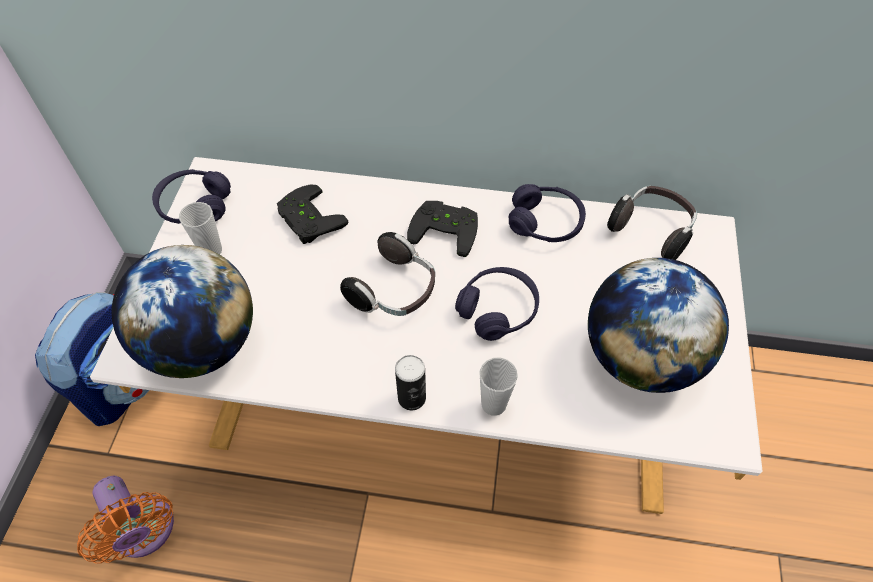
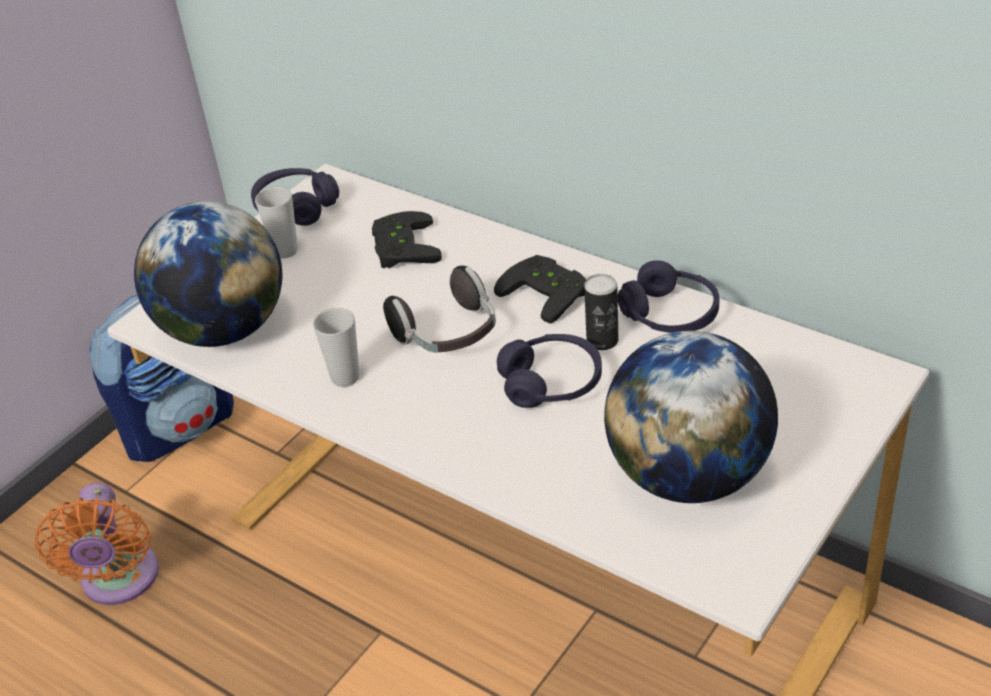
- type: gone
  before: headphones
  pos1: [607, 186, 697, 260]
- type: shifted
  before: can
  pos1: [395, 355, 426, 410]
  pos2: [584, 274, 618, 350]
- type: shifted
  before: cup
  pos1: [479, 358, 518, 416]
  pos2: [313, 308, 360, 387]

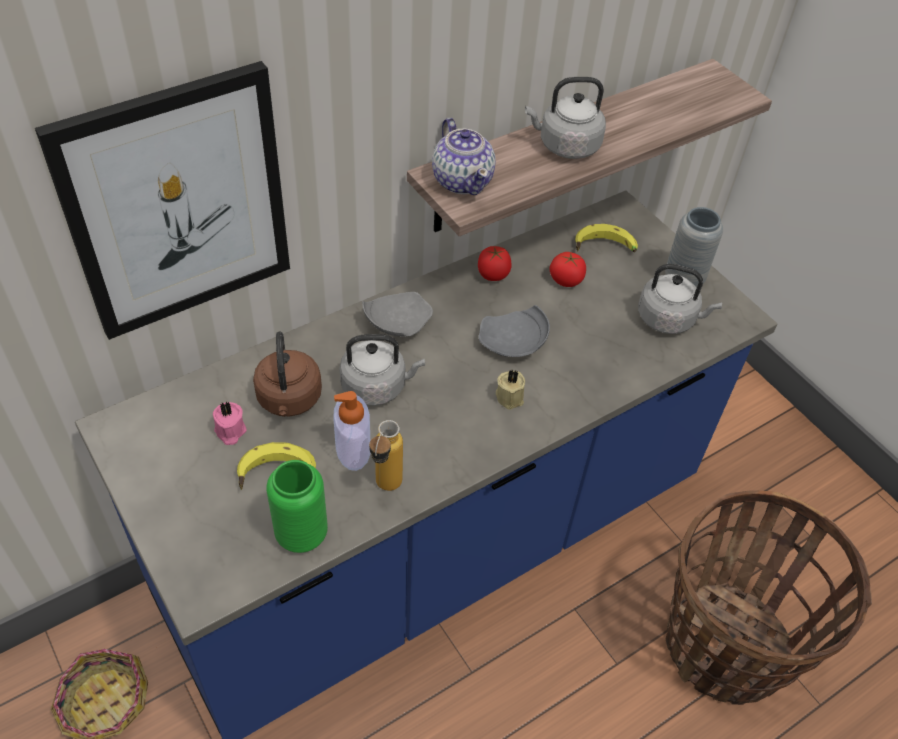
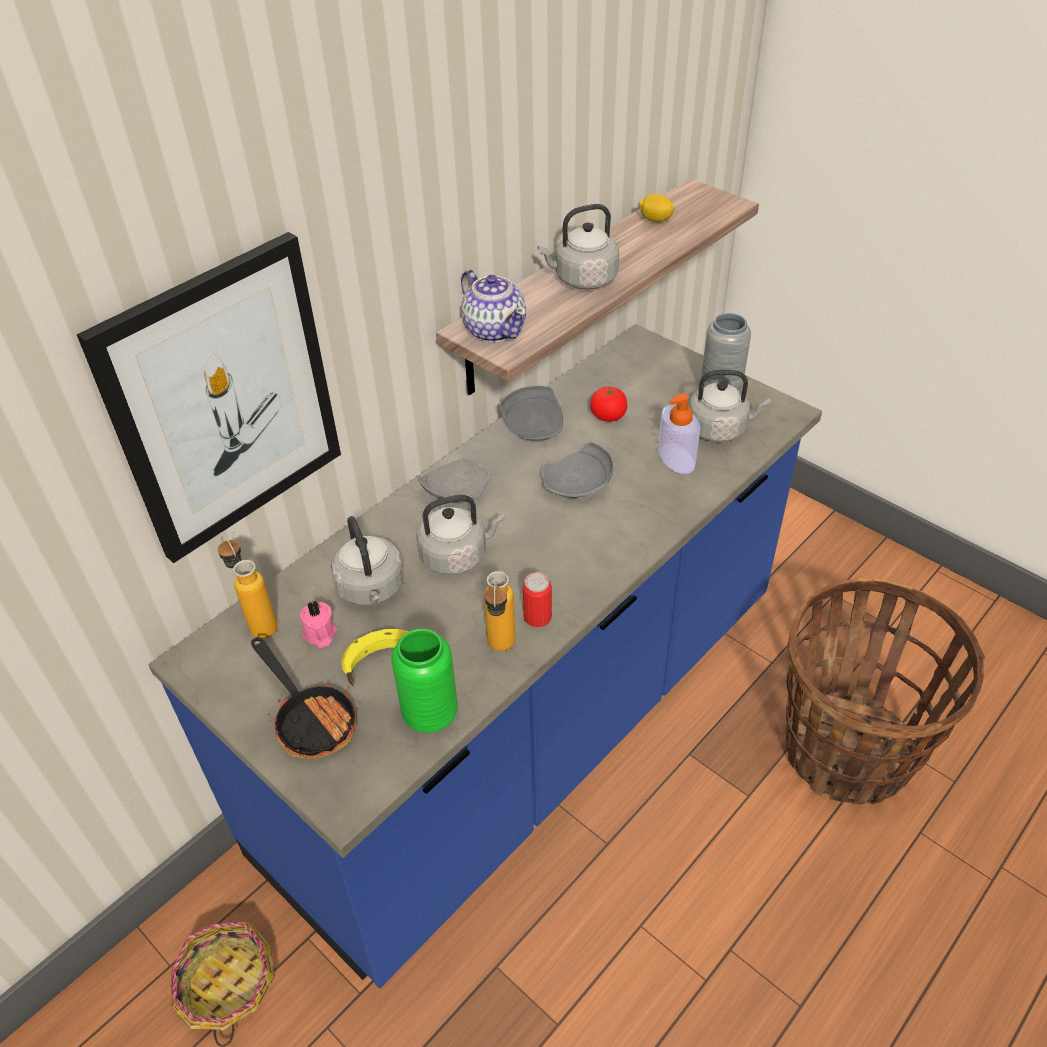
- type: gone
  before: beige candle
  pos1: [496, 370, 525, 410]
- type: gone
  before: banana
  pos1: [575, 224, 638, 252]
- type: new
  after: bottle
  pos2: [218, 536, 278, 639]
- type: new
  after: frying pan
  pos2: [251, 637, 359, 759]
- type: new
  after: can
  pos2: [523, 572, 552, 627]
- type: new
  after: lemon
  pos2: [638, 194, 675, 222]
- type: shifted
  before: soap dispenser
  pos1: [333, 391, 370, 471]
  pos2: [658, 394, 700, 474]
- type: swapped
  before: tomato
  after: grey plate
  pos1: [478, 246, 512, 281]
  pos2: [500, 386, 563, 442]
- type: repainted
  before: brown kettle
  after: grey kettle
  pos1: [253, 331, 322, 417]
  pos2: [331, 516, 404, 606]

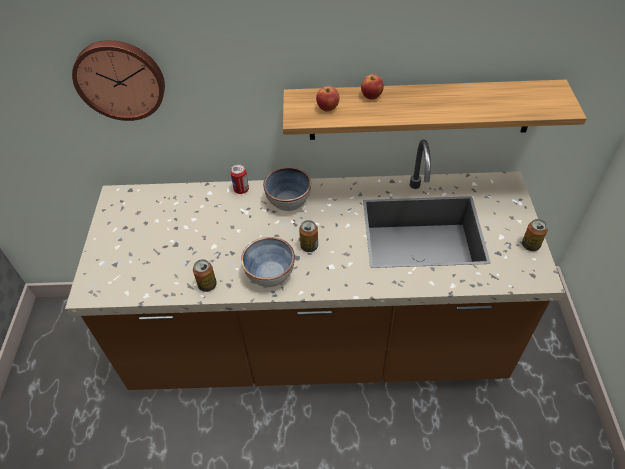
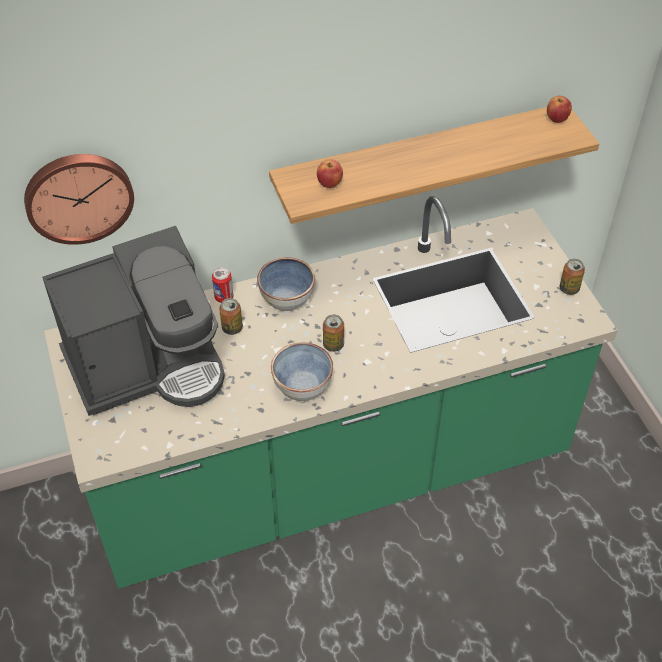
- type: new
  after: coffee machine
  pos2: [42, 226, 225, 416]
- type: shifted
  before: can
  pos1: [193, 259, 217, 292]
  pos2: [219, 298, 243, 335]
- type: shifted
  before: apple
  pos1: [361, 74, 384, 100]
  pos2: [547, 96, 572, 123]
- type: repainted
  before: brown counter
  after: green counter
  pos1: [65, 139, 565, 390]
  pos2: [44, 196, 618, 588]

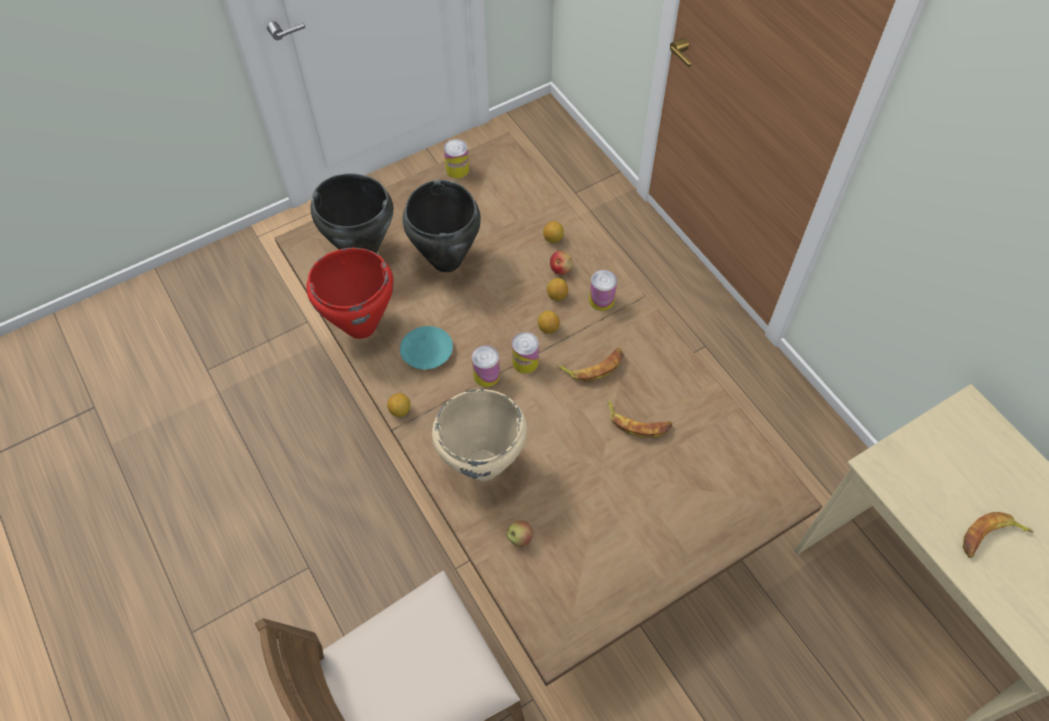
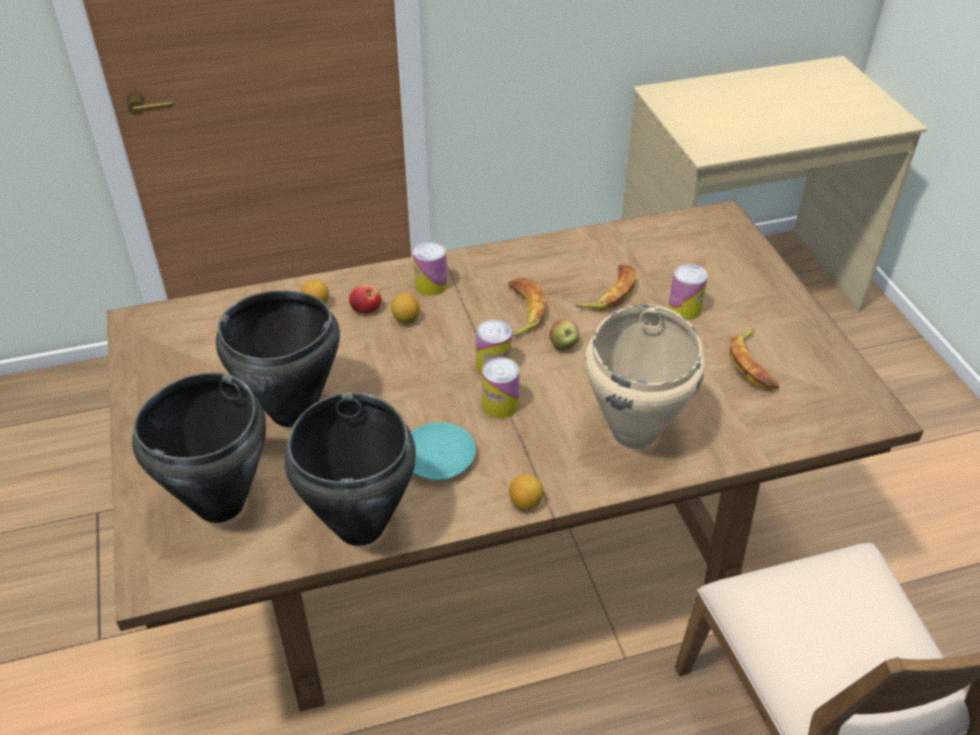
- type: gone
  before: lemon
  pos1: [538, 311, 560, 334]
- type: shifted
  before: can
  pos1: [444, 139, 469, 178]
  pos2: [668, 264, 708, 320]
- type: shifted
  before: apple
  pos1: [507, 520, 533, 547]
  pos2: [549, 319, 579, 351]
- type: shifted
  before: banana
  pos1: [963, 512, 1034, 558]
  pos2: [730, 327, 780, 390]
- type: repainted
  before: red cooking pot
  after: black cooking pot
  pos1: [306, 248, 394, 339]
  pos2: [284, 392, 416, 546]

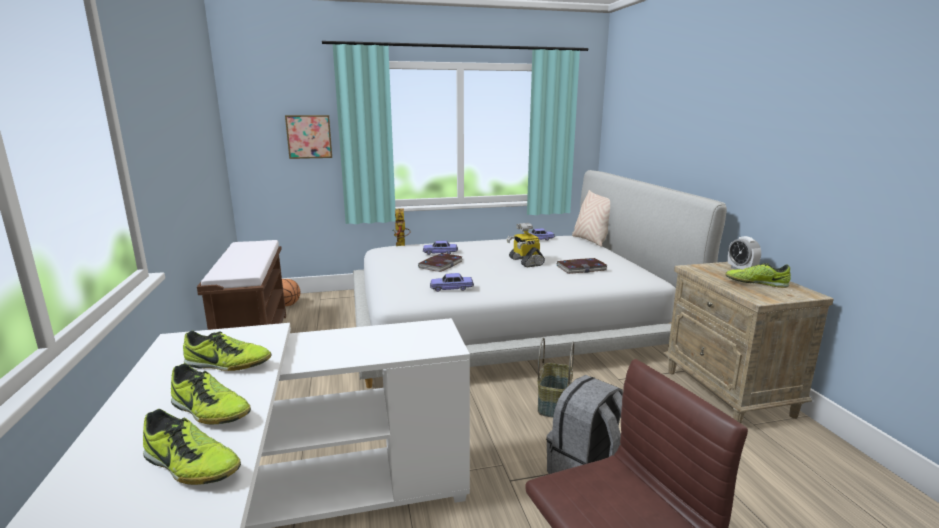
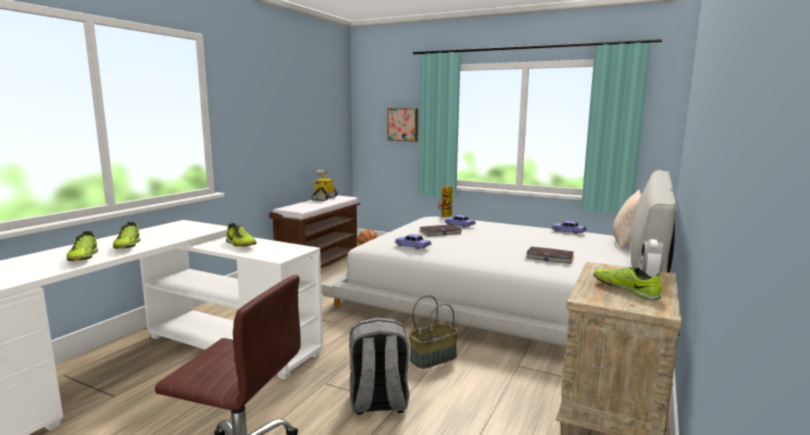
- type: shifted
  before: shoe
  pos1: [183, 331, 272, 371]
  pos2: [226, 223, 256, 247]
- type: shifted
  before: toy robot
  pos1: [507, 223, 545, 268]
  pos2: [309, 170, 338, 201]

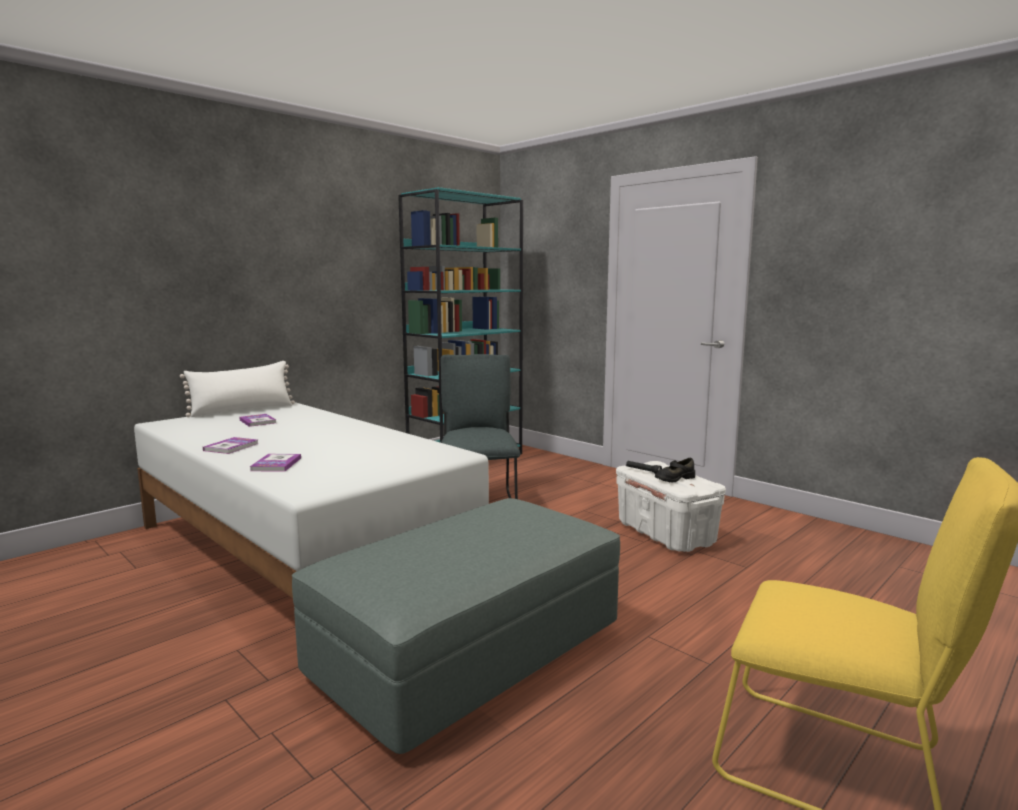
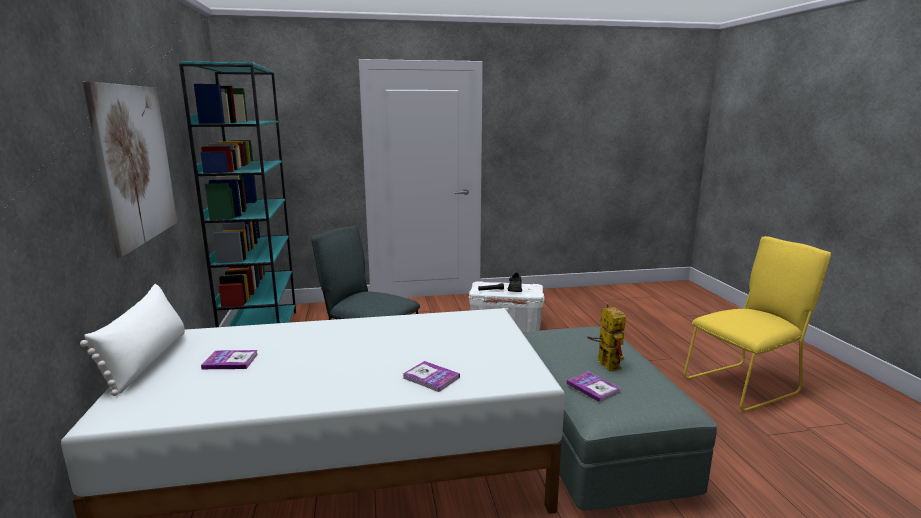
- type: new
  after: picture
  pos2: [83, 81, 177, 257]
- type: new
  after: toy robot
  pos2: [587, 303, 626, 371]
- type: shifted
  before: book
  pos1: [203, 437, 258, 454]
  pos2: [567, 372, 621, 402]

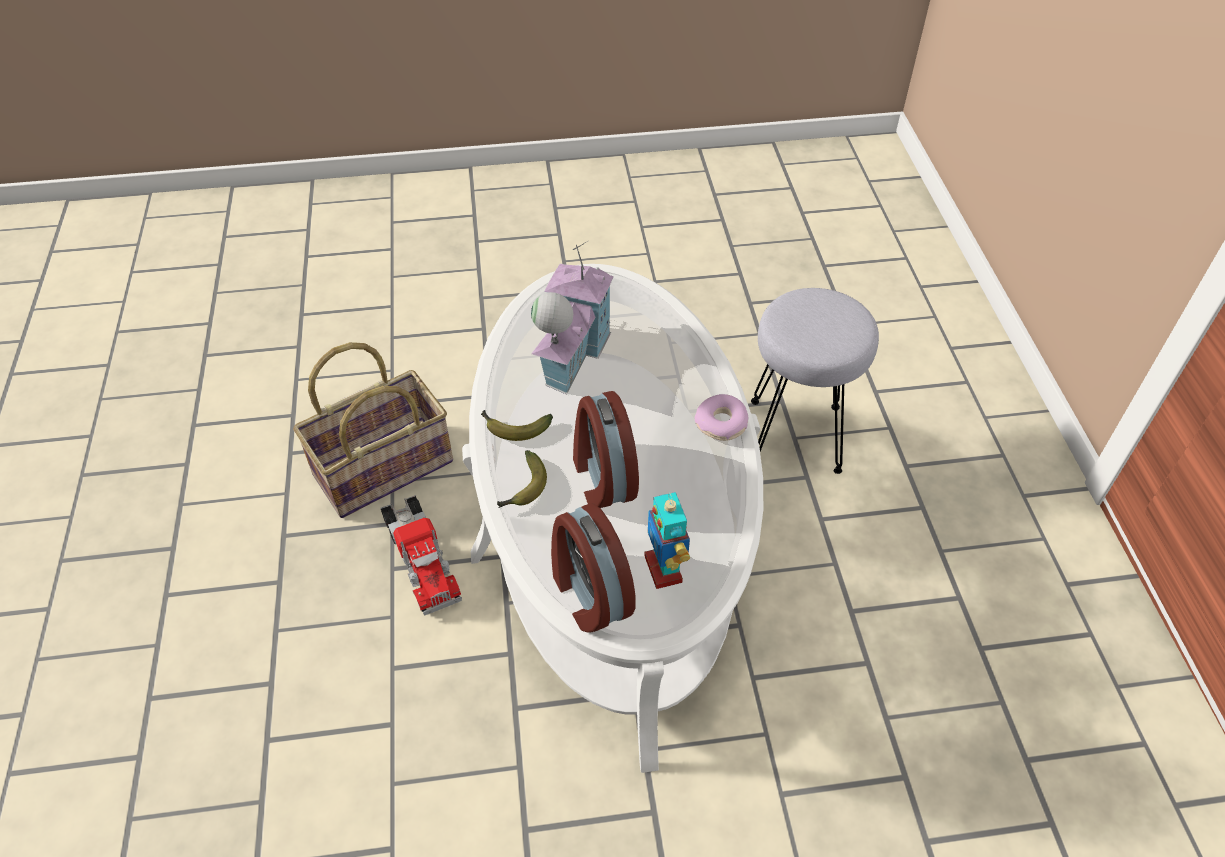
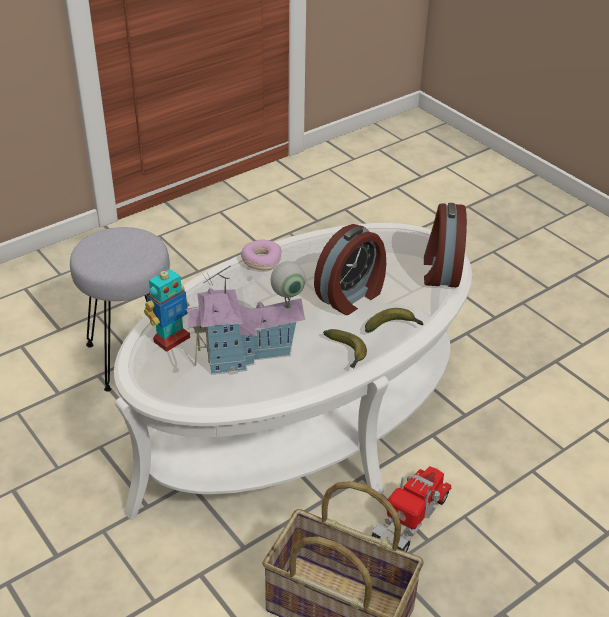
- type: shifted
  before: toy robot
  pos1: [644, 492, 690, 589]
  pos2: [144, 266, 190, 352]
- type: rotated
  before: alarm clock
  pos1: [551, 503, 636, 633]
  pos2: [424, 203, 467, 287]
  turn: 150

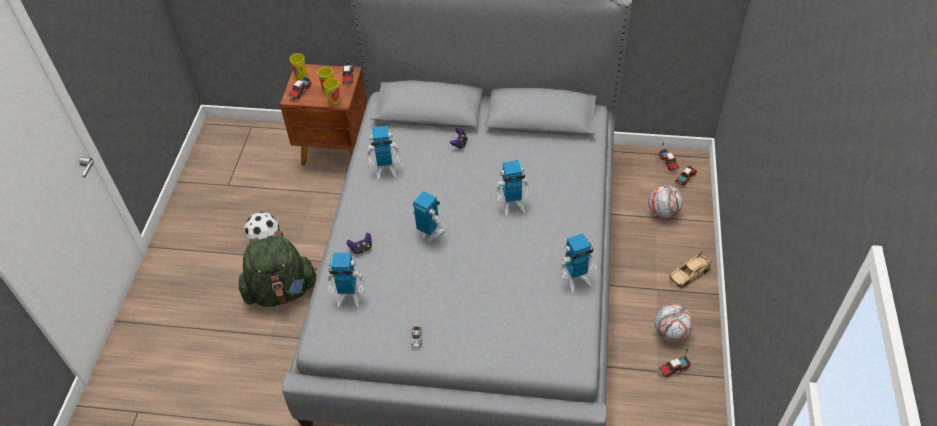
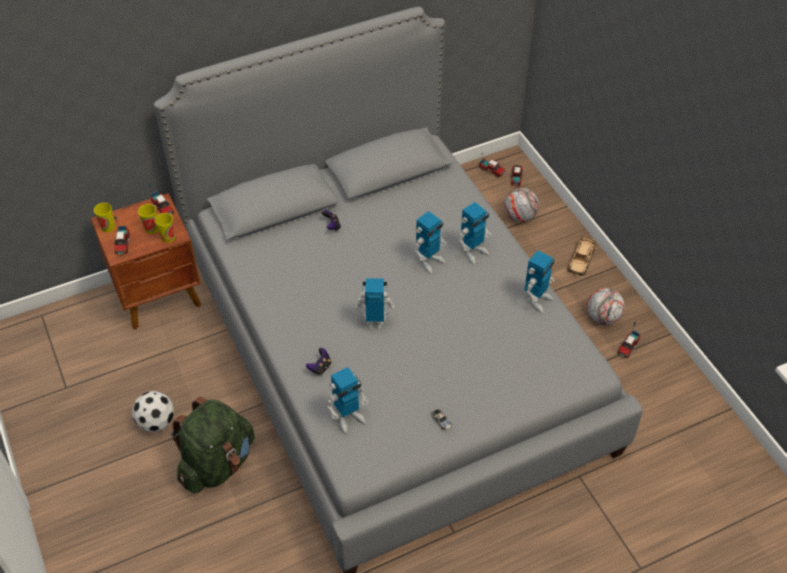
- type: shifted
  before: toy robot
  pos1: [366, 126, 401, 181]
  pos2: [459, 202, 491, 264]

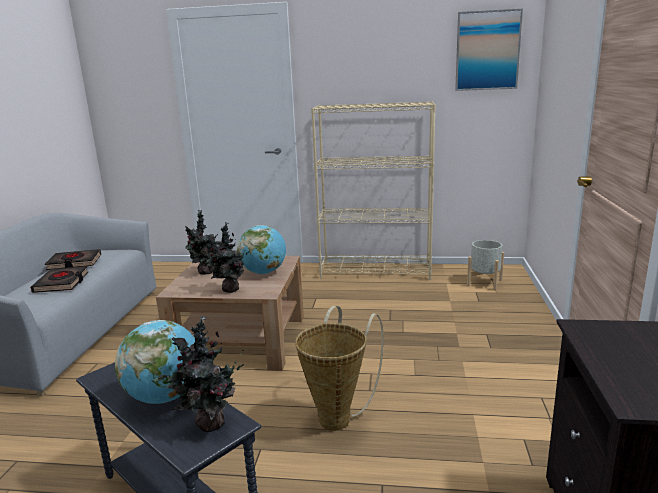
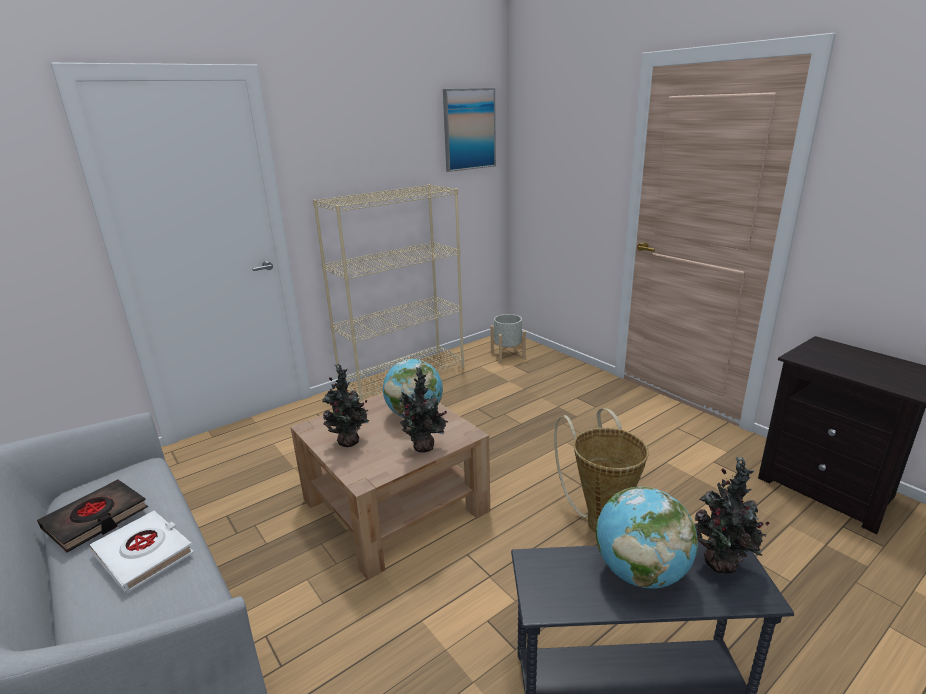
- type: repainted
  before: black book
  after: white book
  pos1: [30, 266, 89, 293]
  pos2: [89, 511, 194, 593]

